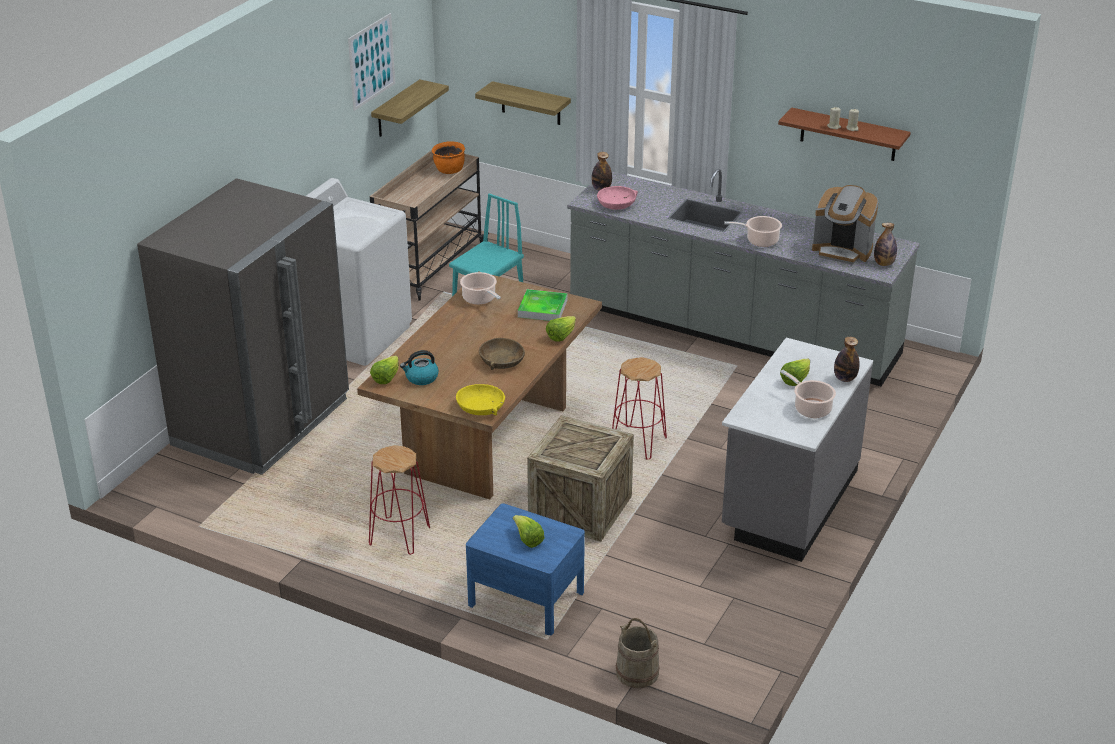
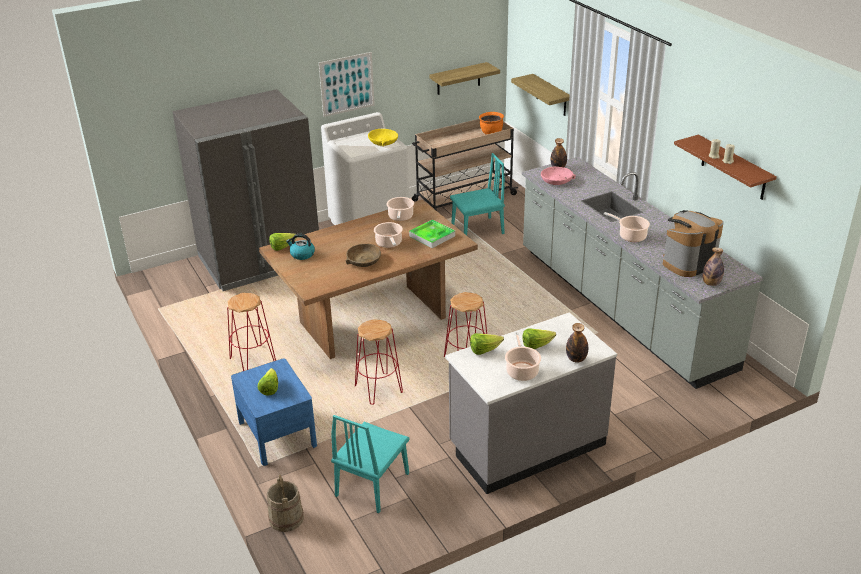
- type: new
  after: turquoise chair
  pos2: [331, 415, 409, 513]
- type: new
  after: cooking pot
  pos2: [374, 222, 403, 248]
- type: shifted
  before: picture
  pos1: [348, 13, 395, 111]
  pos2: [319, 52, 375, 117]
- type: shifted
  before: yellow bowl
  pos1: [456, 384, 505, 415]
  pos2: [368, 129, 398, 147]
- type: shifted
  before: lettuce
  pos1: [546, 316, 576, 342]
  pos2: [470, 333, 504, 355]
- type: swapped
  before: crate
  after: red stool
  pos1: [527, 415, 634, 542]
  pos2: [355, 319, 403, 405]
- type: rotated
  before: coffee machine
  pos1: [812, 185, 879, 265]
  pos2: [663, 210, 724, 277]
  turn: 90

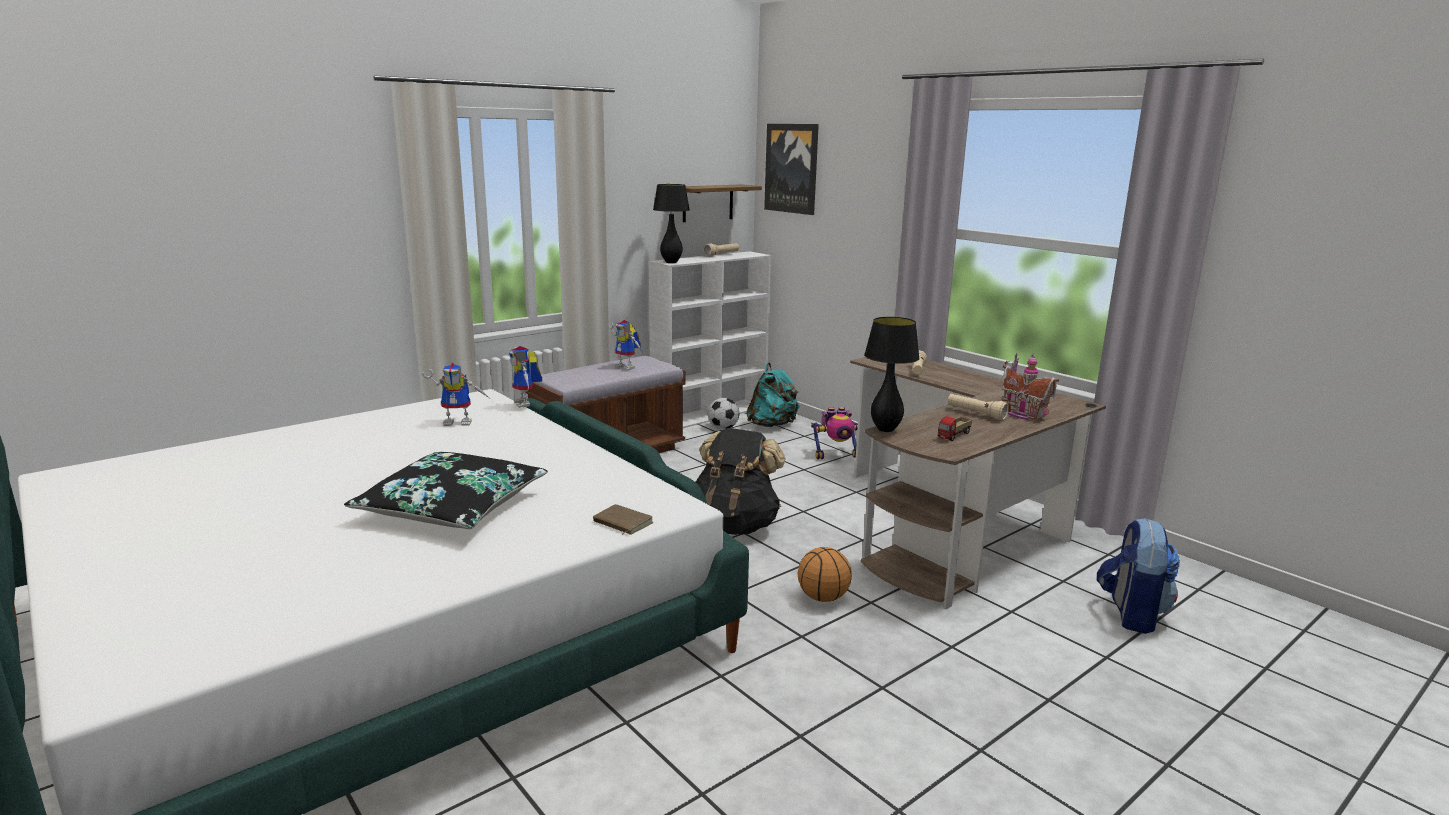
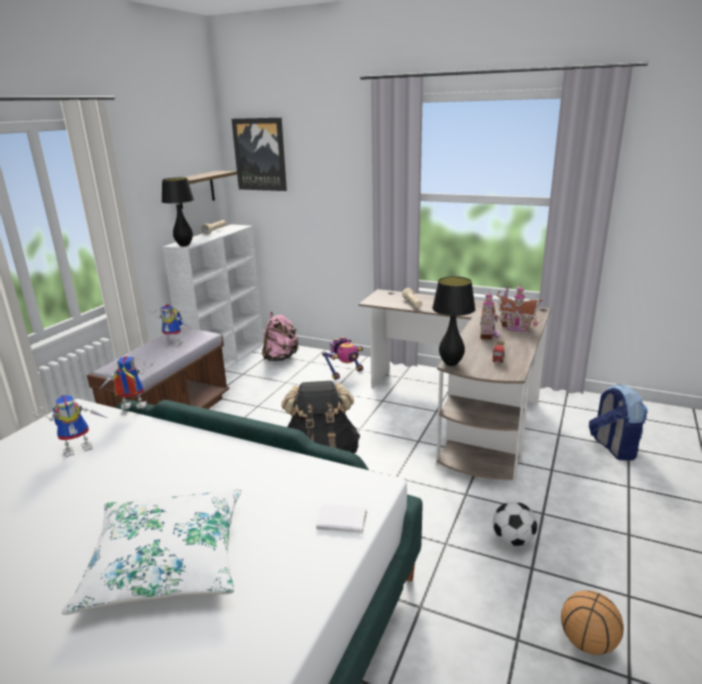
- type: shifted
  before: football
  pos1: [708, 398, 739, 429]
  pos2: [493, 501, 537, 546]
- type: shifted
  before: basketball
  pos1: [798, 547, 852, 602]
  pos2: [561, 590, 624, 655]
- type: swapped
  before: beige flashlight
  after: toy house
  pos1: [947, 394, 1009, 421]
  pos2: [480, 290, 500, 339]
- type: repainted
  before: black pillow
  after: white pillow
  pos1: [344, 452, 548, 529]
  pos2: [61, 489, 241, 615]
- type: repainted
  before: brown book
  after: white book
  pos1: [593, 504, 653, 535]
  pos2: [316, 504, 367, 538]
- type: repainted
  before: turquoise backpack
  after: pink backpack
  pos1: [746, 363, 800, 427]
  pos2: [262, 311, 299, 361]
- type: rotated
  before: toy robot
  pos1: [509, 346, 542, 408]
  pos2: [100, 357, 153, 410]
  turn: 135

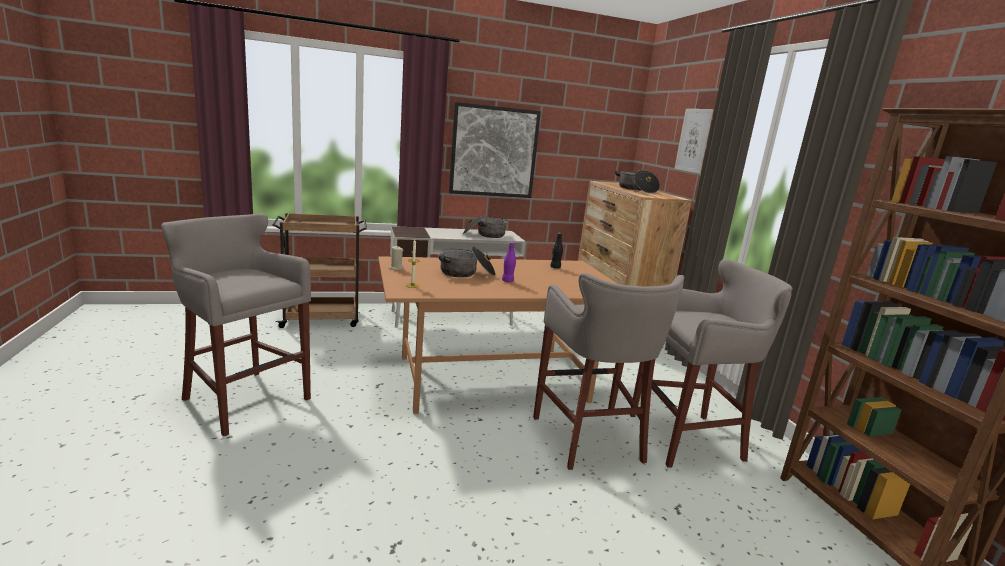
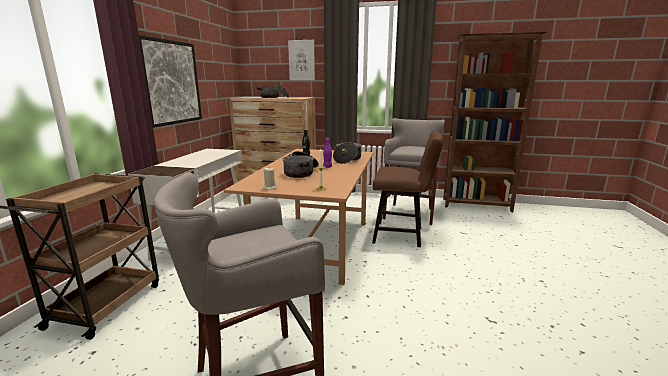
- type: shifted
  before: cooking pot
  pos1: [463, 216, 507, 238]
  pos2: [333, 141, 362, 164]
- type: swapped
  before: grey stool
  after: brown chair
  pos1: [533, 273, 684, 470]
  pos2: [372, 131, 443, 247]

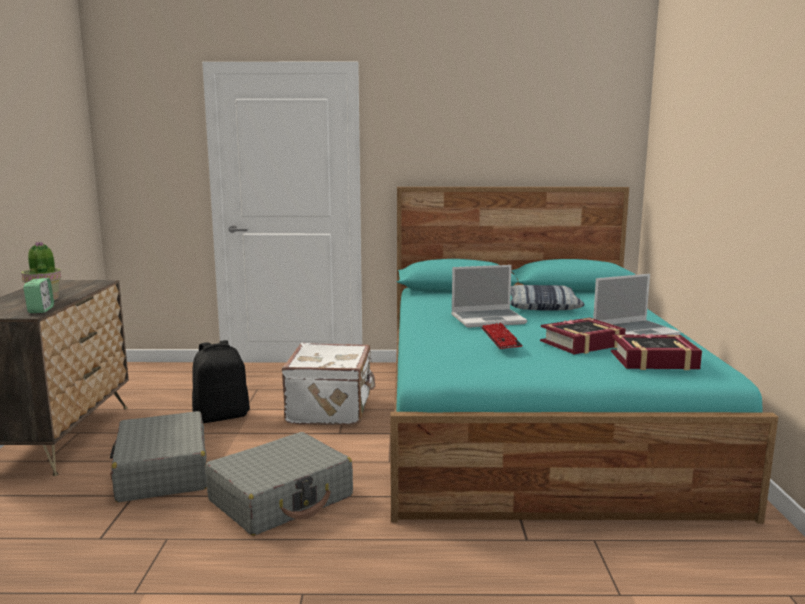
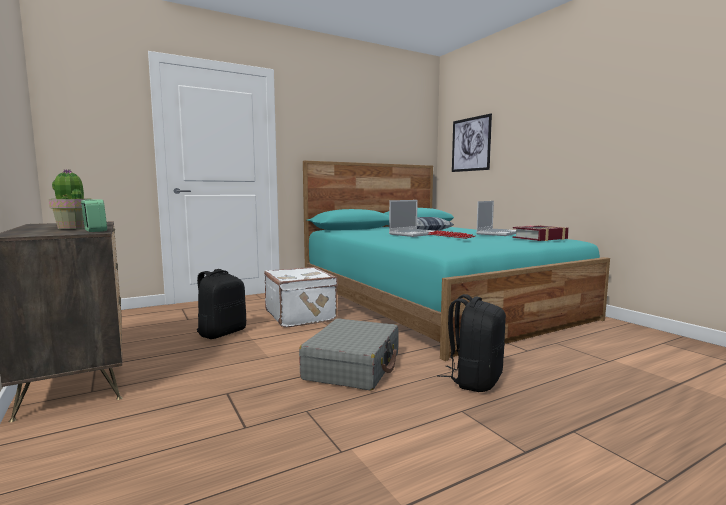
- type: gone
  before: grey suitcase
  pos1: [110, 411, 207, 502]
- type: gone
  before: book
  pos1: [540, 318, 626, 354]
- type: new
  after: black backpack
  pos2: [437, 294, 506, 392]
- type: new
  after: picture
  pos2: [452, 113, 492, 172]

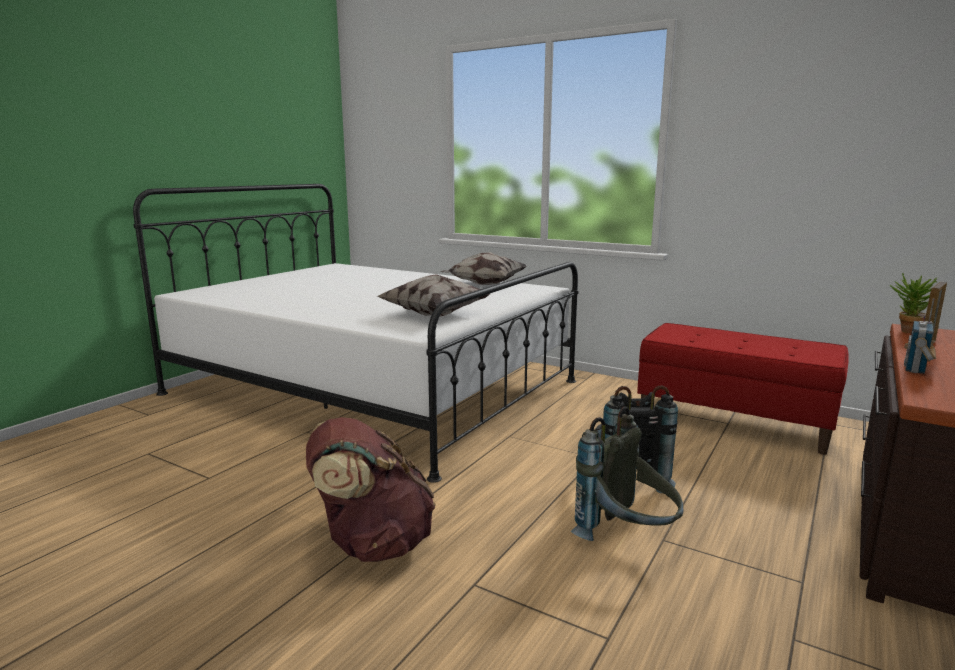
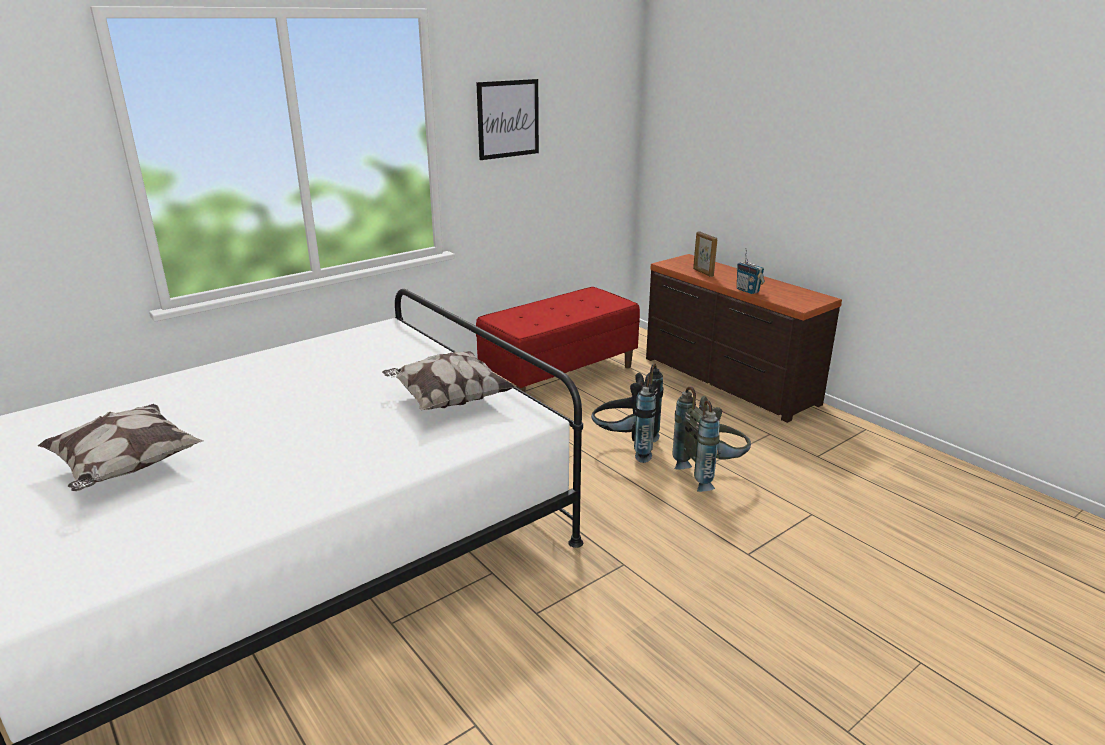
- type: gone
  before: brown backpack
  pos1: [306, 417, 436, 562]
- type: gone
  before: potted plant
  pos1: [890, 273, 938, 334]
- type: new
  after: picture
  pos2: [476, 79, 539, 160]
- type: shifted
  before: pillow
  pos1: [440, 252, 526, 285]
  pos2: [38, 404, 203, 491]

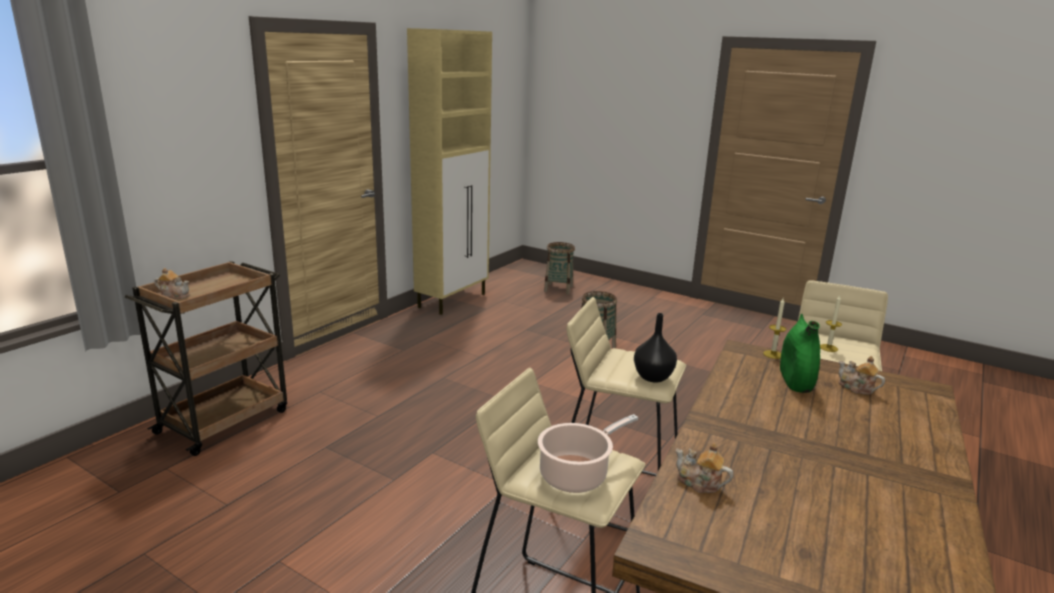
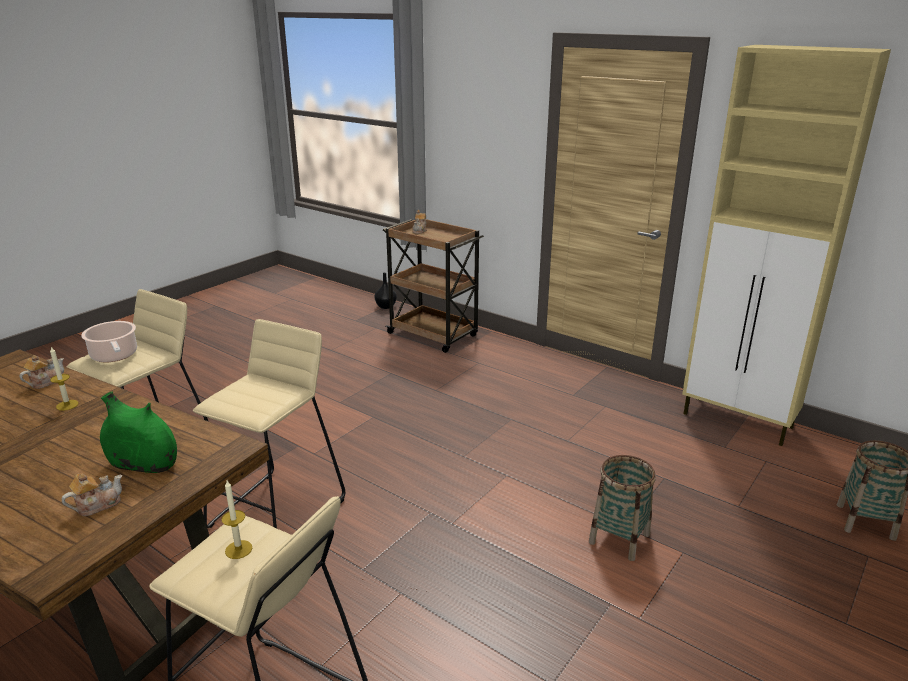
- type: shifted
  before: black vase
  pos1: [634, 313, 677, 382]
  pos2: [374, 273, 397, 309]
- type: shifted
  before: candle
  pos1: [763, 298, 786, 359]
  pos2: [50, 347, 79, 411]

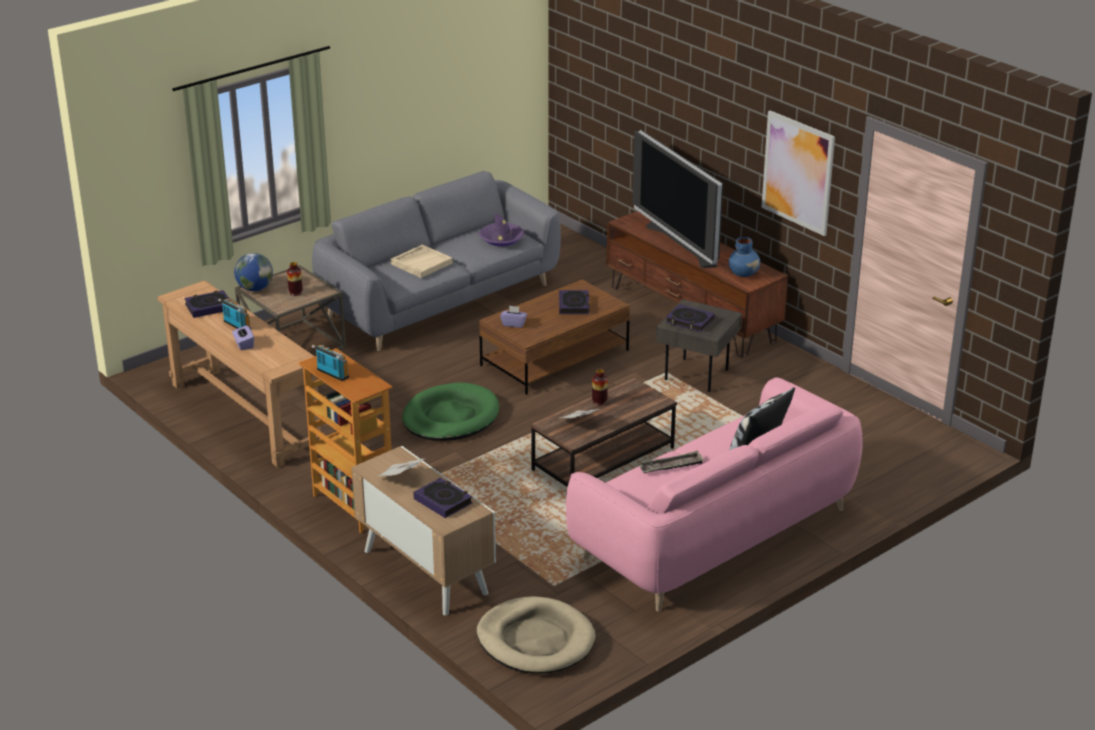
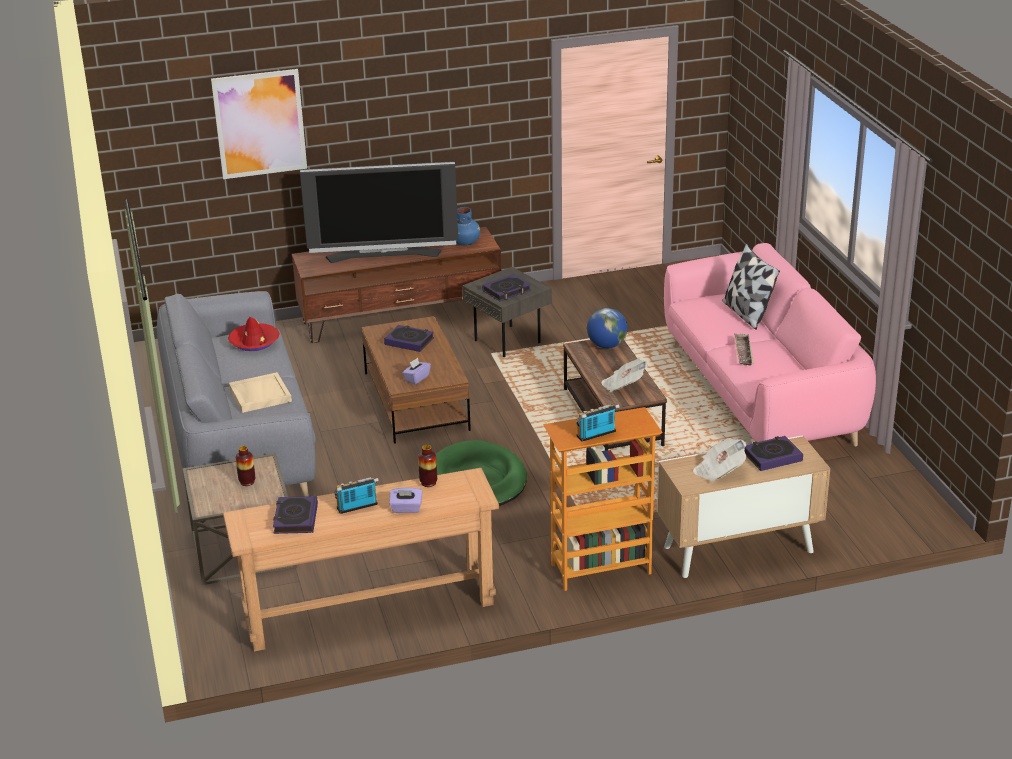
- type: gone
  before: beige dog bed
  pos1: [477, 596, 595, 674]
- type: shifted
  before: globe
  pos1: [234, 253, 273, 291]
  pos2: [587, 308, 628, 348]
- type: shifted
  before: vase
  pos1: [592, 369, 608, 406]
  pos2: [418, 445, 437, 487]
- type: shifted
  before: picture
  pos1: [761, 110, 835, 236]
  pos2: [211, 69, 307, 179]
- type: repainted
  before: purple hat
  after: red hat
  pos1: [479, 214, 525, 246]
  pos2: [228, 317, 280, 351]

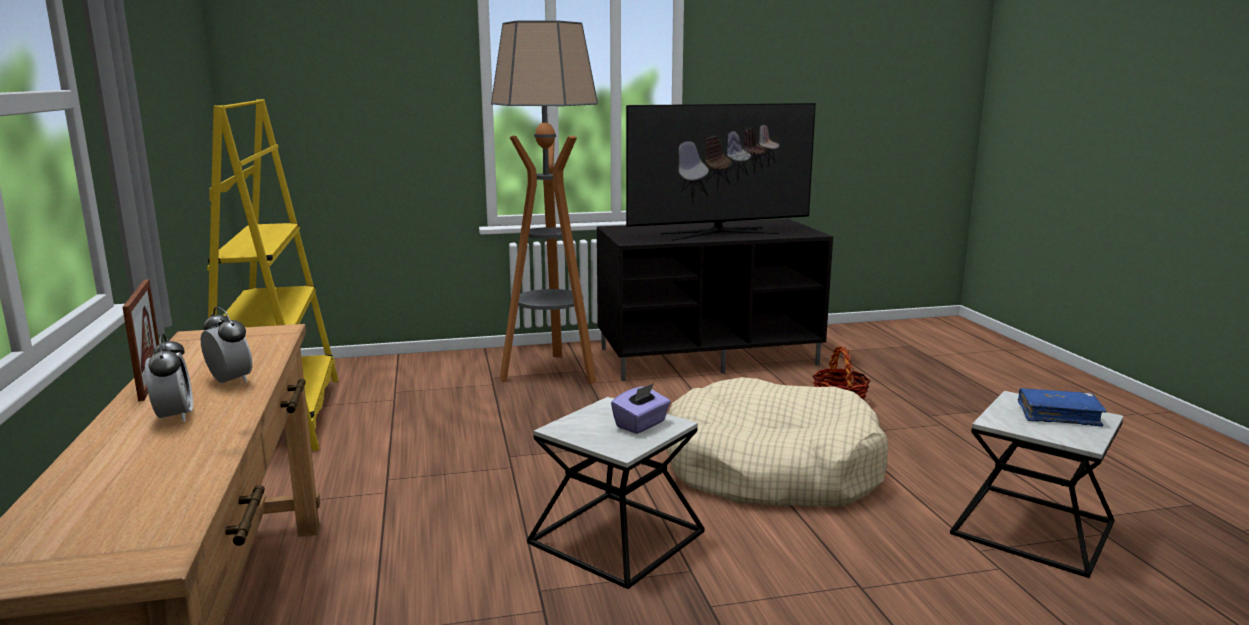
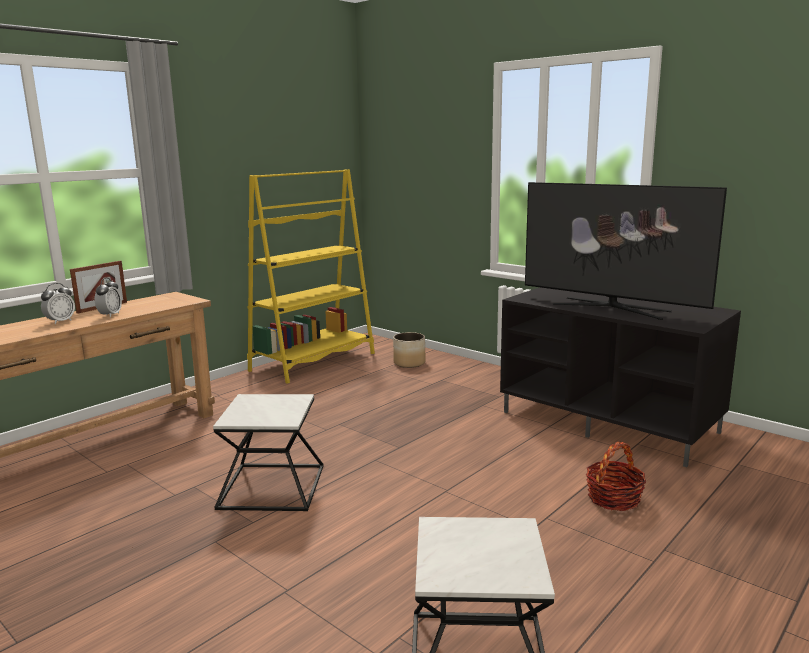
- type: gone
  before: floor lamp
  pos1: [491, 20, 598, 384]
- type: gone
  before: purple tissue box
  pos1: [611, 383, 671, 434]
- type: gone
  before: beige dog bed
  pos1: [667, 377, 888, 506]
- type: gone
  before: blue book
  pos1: [1018, 388, 1107, 427]
- type: new
  after: planter
  pos2: [393, 332, 426, 368]

